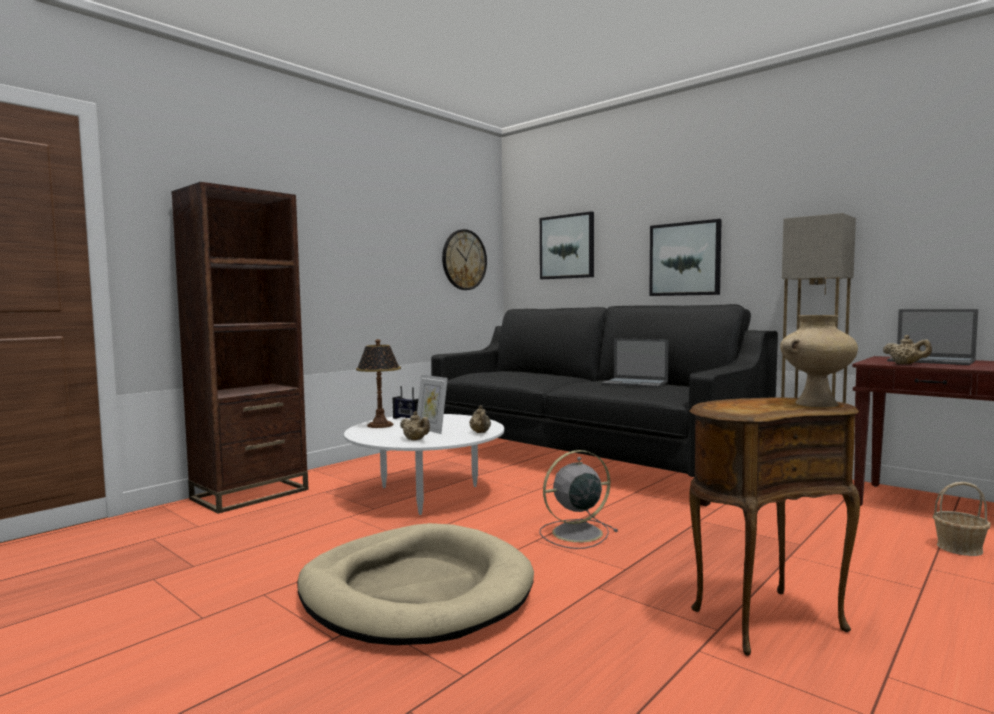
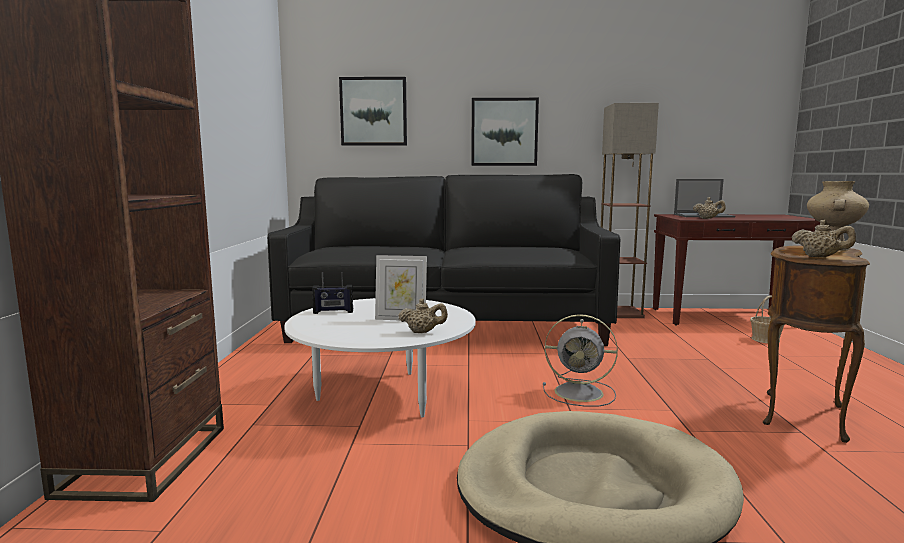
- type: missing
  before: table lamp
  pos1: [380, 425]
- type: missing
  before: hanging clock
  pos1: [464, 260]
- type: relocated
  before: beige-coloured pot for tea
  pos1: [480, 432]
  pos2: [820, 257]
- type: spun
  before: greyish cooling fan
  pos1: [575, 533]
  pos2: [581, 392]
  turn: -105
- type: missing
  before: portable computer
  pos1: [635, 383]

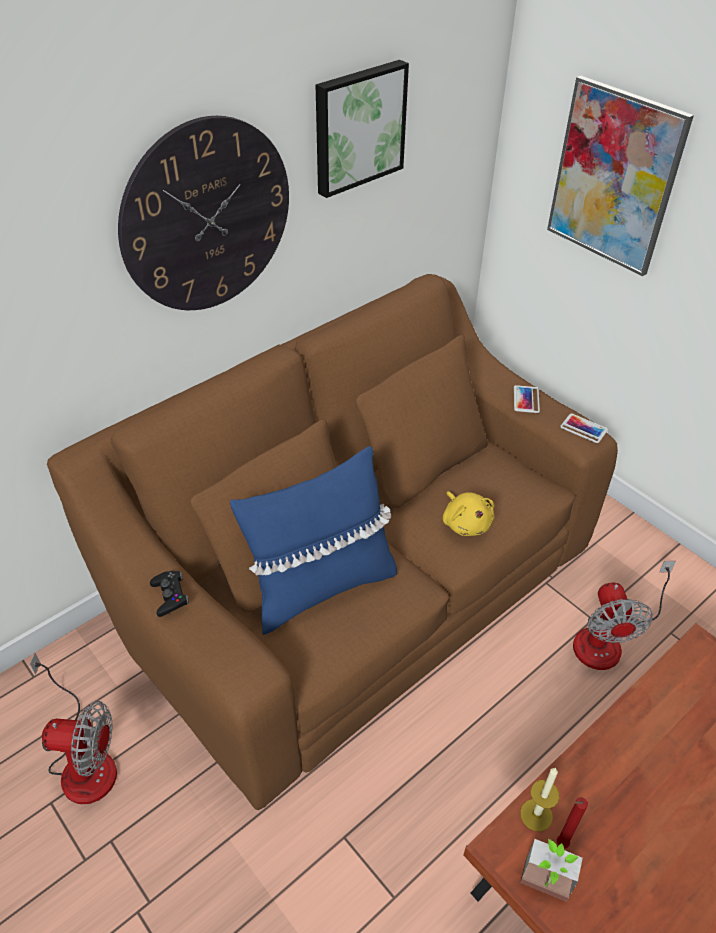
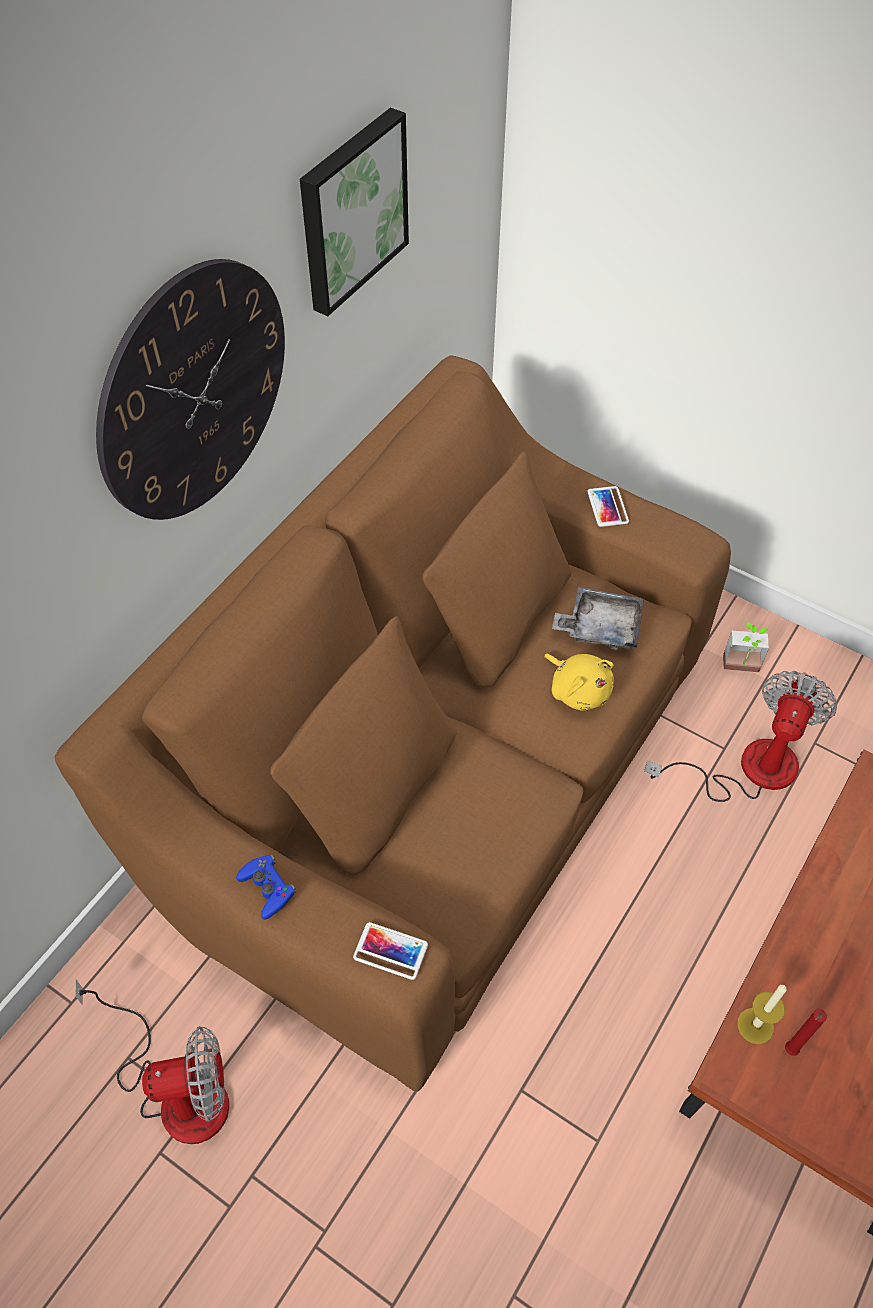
- type: colour
  before: blackish gamepad
  after: bluish gamepad
  pos1: [170, 596]
  pos2: [267, 888]
- type: missing
  before: bluish pillow
  pos1: [320, 587]
- type: relocated
  before: potted plant
  pos1: [543, 890]
  pos2: [741, 669]
- type: missing
  before: picture
  pos1: [614, 177]
- type: relocated
  before: phone
  pos1: [583, 428]
  pos2: [390, 951]
- type: spun
  before: cooling fan
  pos1: [608, 639]
  pos2: [748, 769]
  turn: -135
- type: appeared
  after: greyish carrying tray
  pos2: [600, 627]

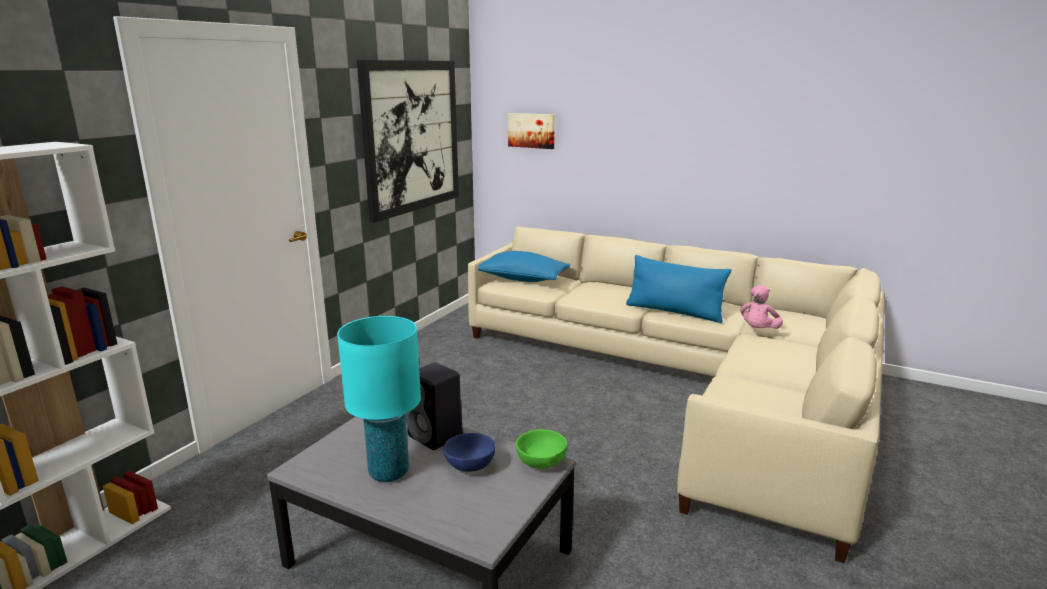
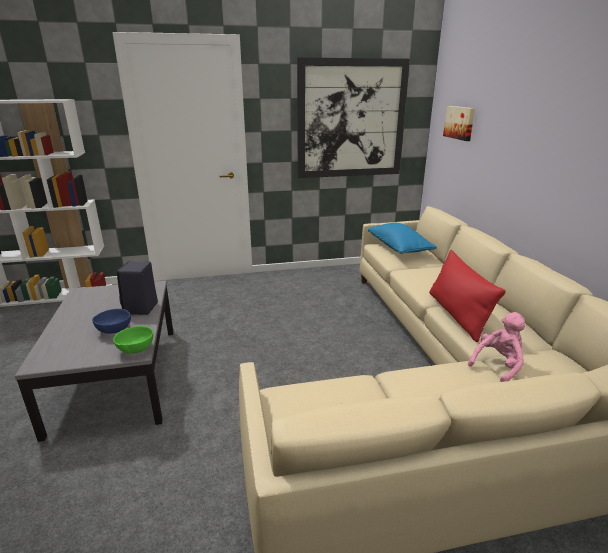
- type: missing
  before: turquoise-coloured table lamp
  pos1: [388, 472]
- type: colour
  before: bluish pillow
  after: red pillow
  pos1: [674, 312]
  pos2: [457, 314]
- type: spun
  before: pinkish plush toy
  pos1: [758, 331]
  pos2: [498, 366]
  turn: 150

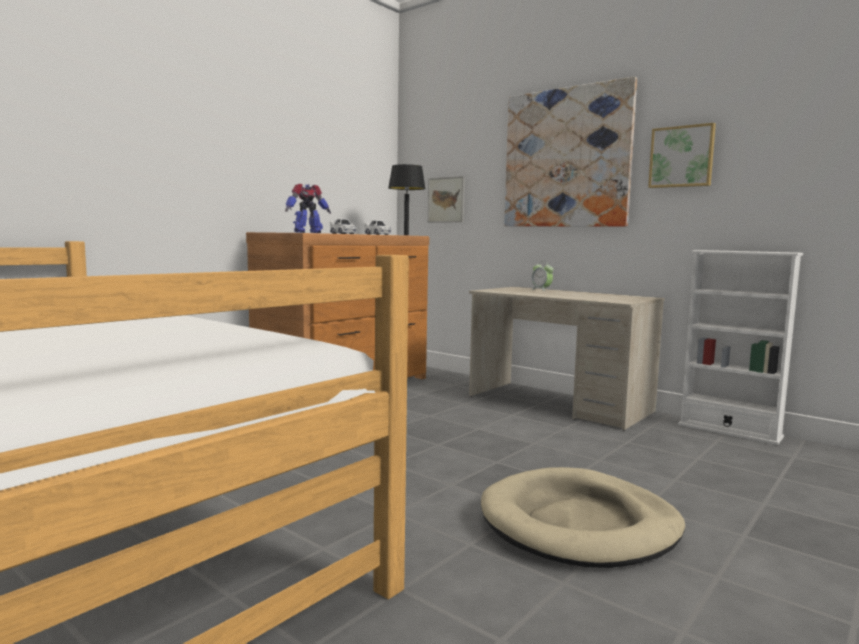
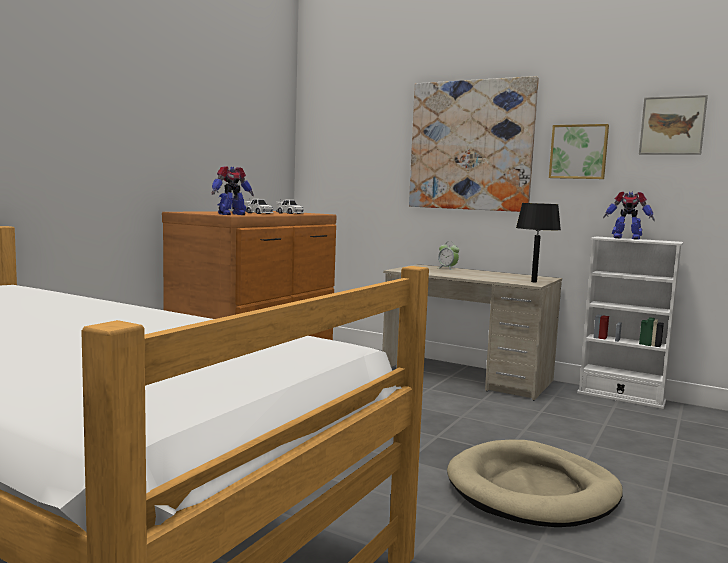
- type: relocated
  before: blackish table lamp
  pos1: [406, 235]
  pos2: [534, 282]
- type: relocated
  before: picture
  pos1: [446, 200]
  pos2: [672, 125]
- type: appeared
  after: robot figure
  pos2: [626, 238]

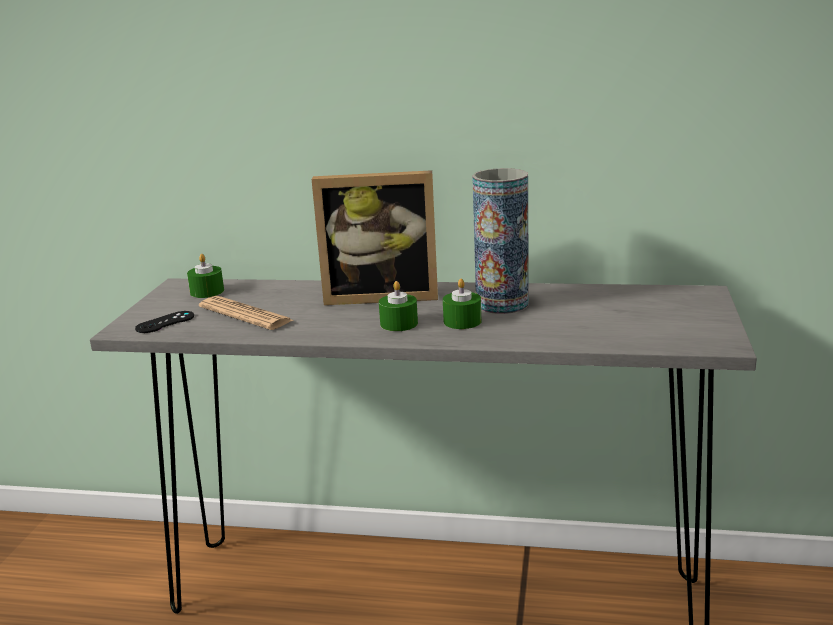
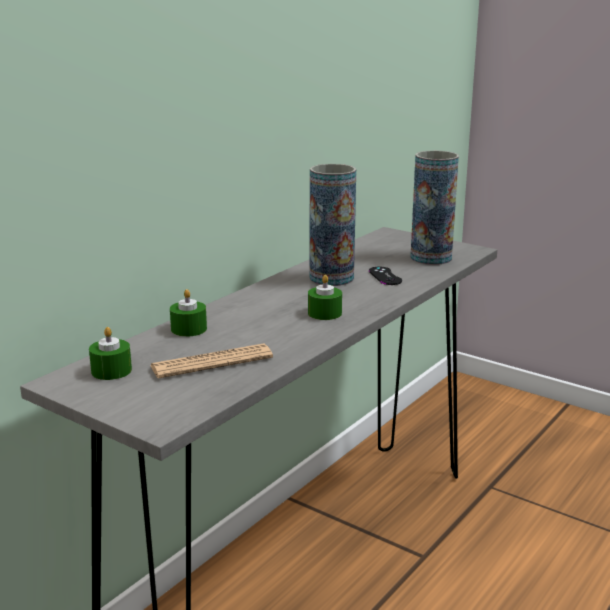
- type: relocated
  before: blackish gamepad
  pos1: [165, 322]
  pos2: [385, 276]
- type: missing
  before: photo frame
  pos1: [381, 295]
- type: relocated
  before: green-coloured candle
  pos1: [462, 321]
  pos2: [189, 329]
- type: appeared
  after: decorative vase
  pos2: [431, 258]

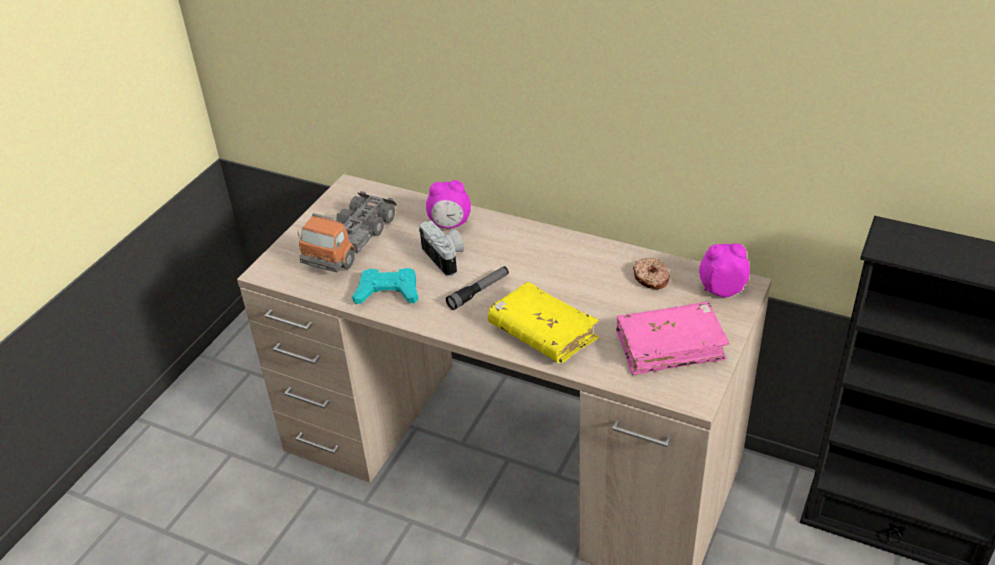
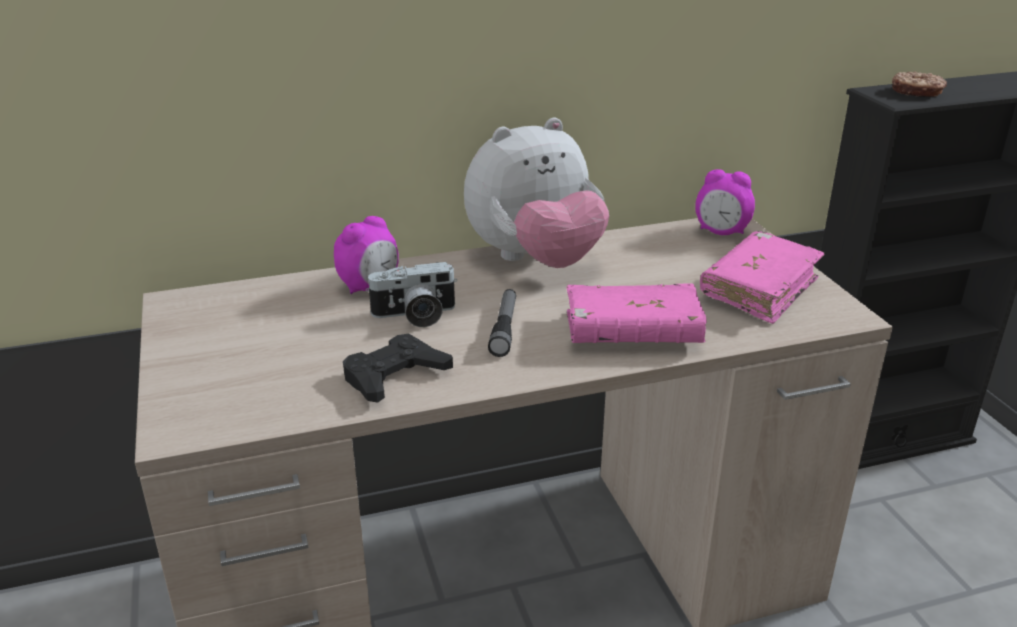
- type: missing
  before: toy lorry
  pos1: [351, 241]
- type: colour
  before: turquoise-coloured gamepad
  after: blackish gamepad
  pos1: [388, 292]
  pos2: [394, 376]
- type: spun
  before: still camera
  pos1: [446, 258]
  pos2: [415, 316]
  turn: 150
- type: colour
  before: yellow-coloured bound book
  after: pinkish bound book
  pos1: [542, 333]
  pos2: [632, 332]
- type: relocated
  before: donut
  pos1: [651, 279]
  pos2: [916, 92]
- type: spun
  before: table clock
  pos1: [722, 289]
  pos2: [721, 232]
  turn: -120
- type: appeared
  after: plush toy
  pos2: [535, 261]

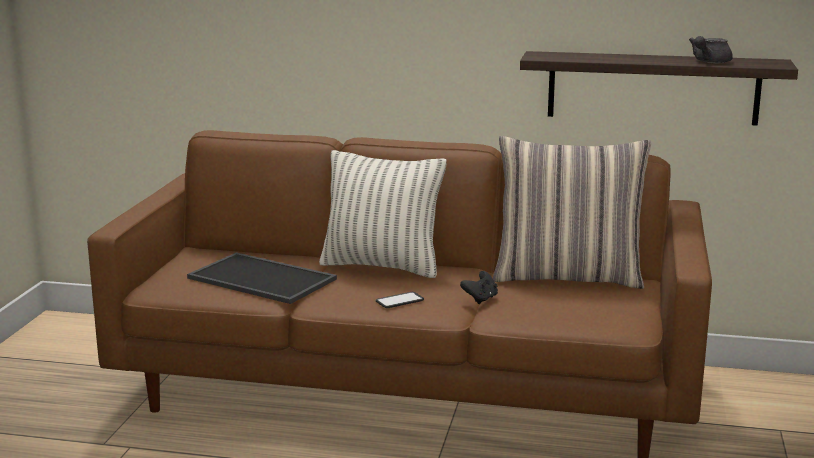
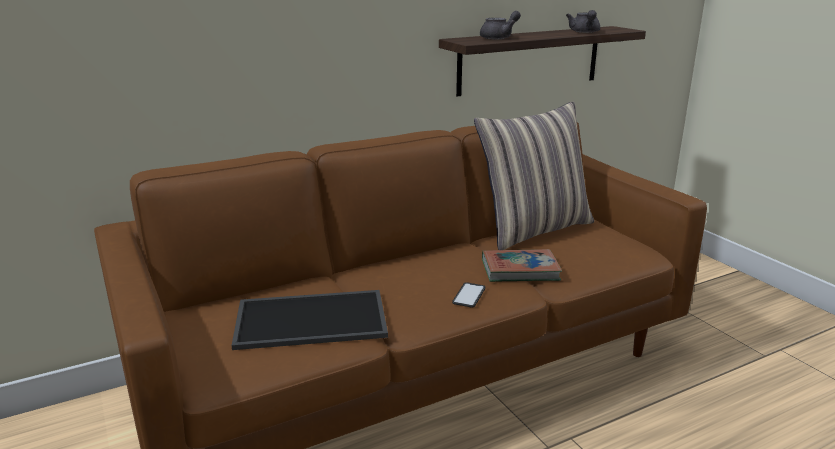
- type: missing
  before: pillow
  pos1: [382, 266]
- type: exchanged
  before: blackish gamepad
  after: bound book
  pos1: [480, 299]
  pos2: [520, 270]
- type: appeared
  after: greyish pot for tea
  pos2: [499, 37]

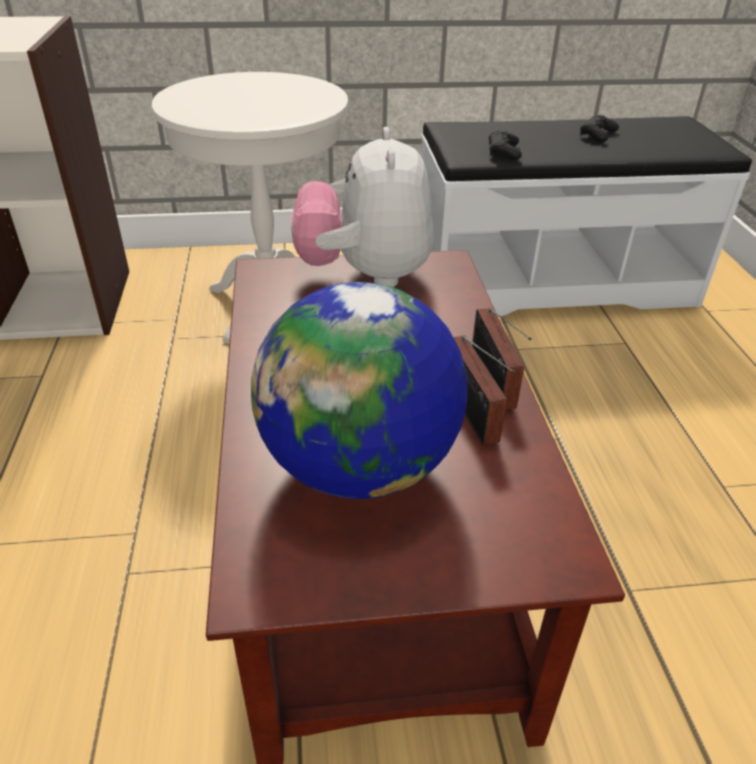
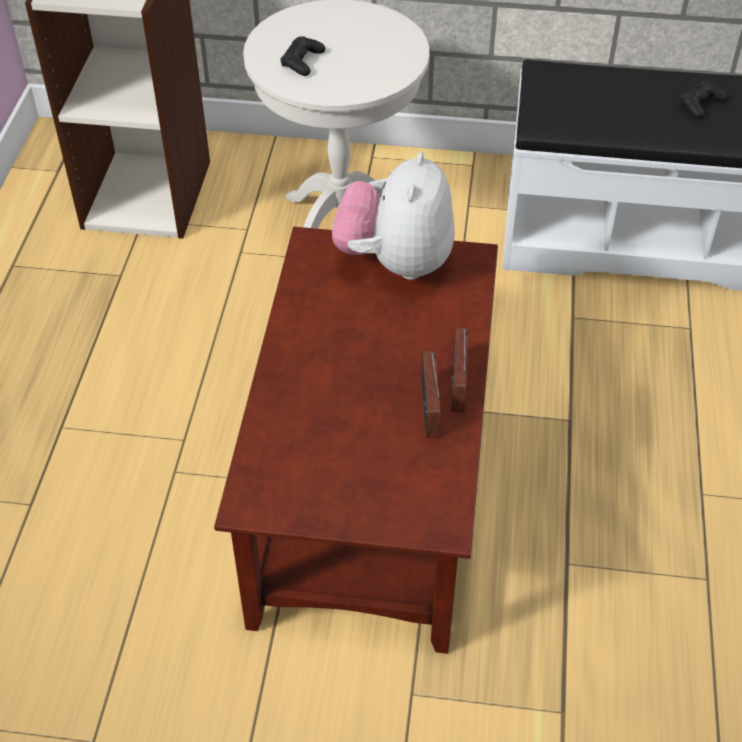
- type: missing
  before: desk globe
  pos1: [359, 467]
- type: relocated
  before: blackish gamepad
  pos1: [503, 151]
  pos2: [302, 62]

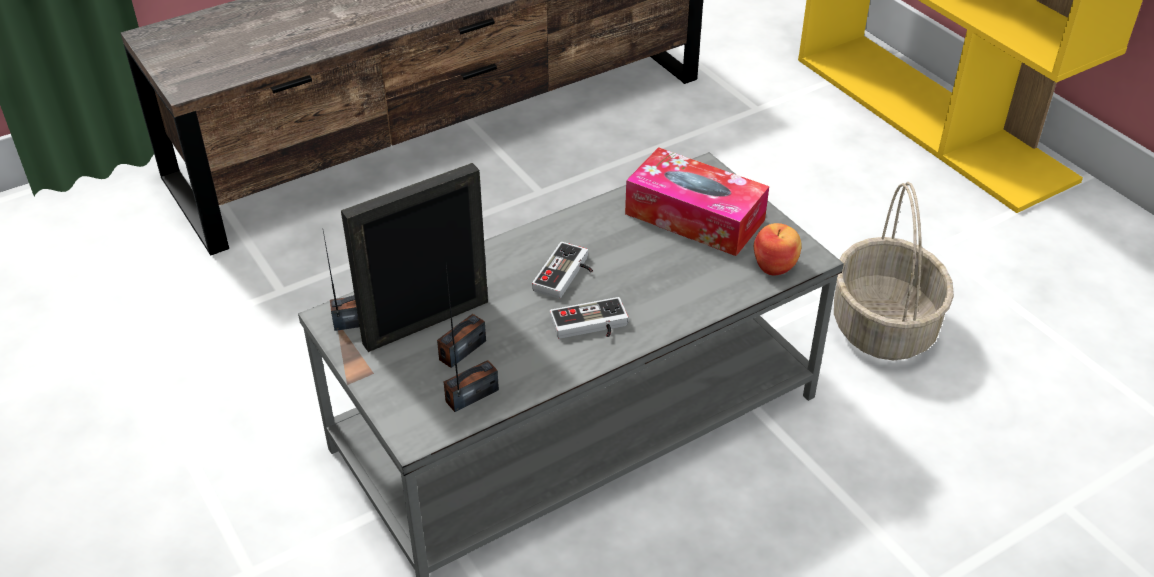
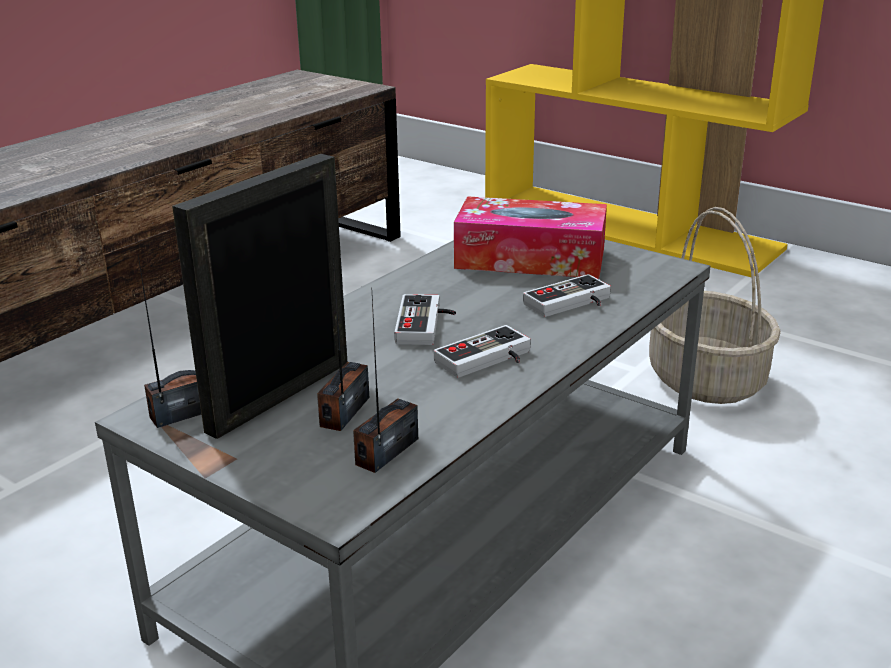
- type: missing
  before: apple fruit
  pos1: [775, 265]
- type: appeared
  after: gamepad
  pos2: [572, 304]

